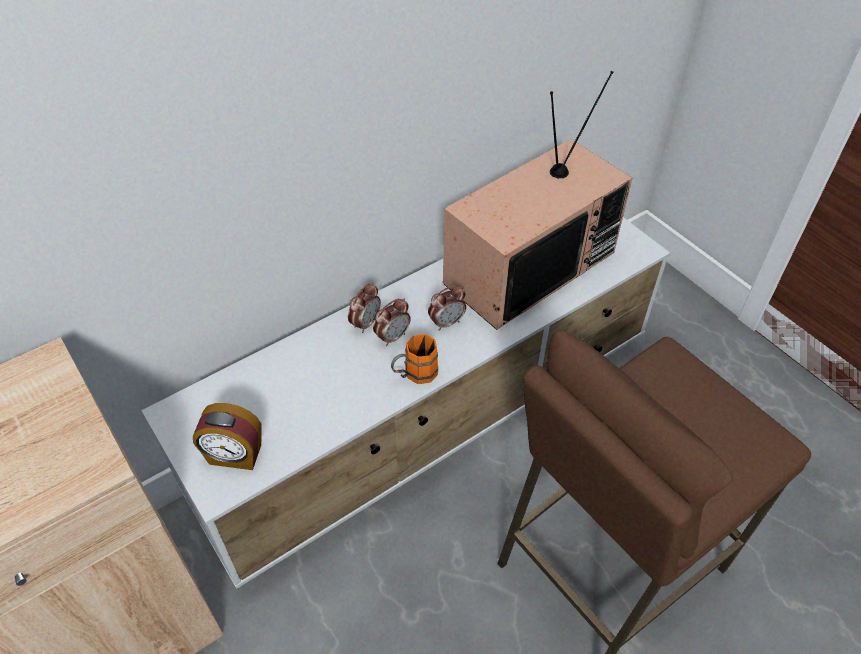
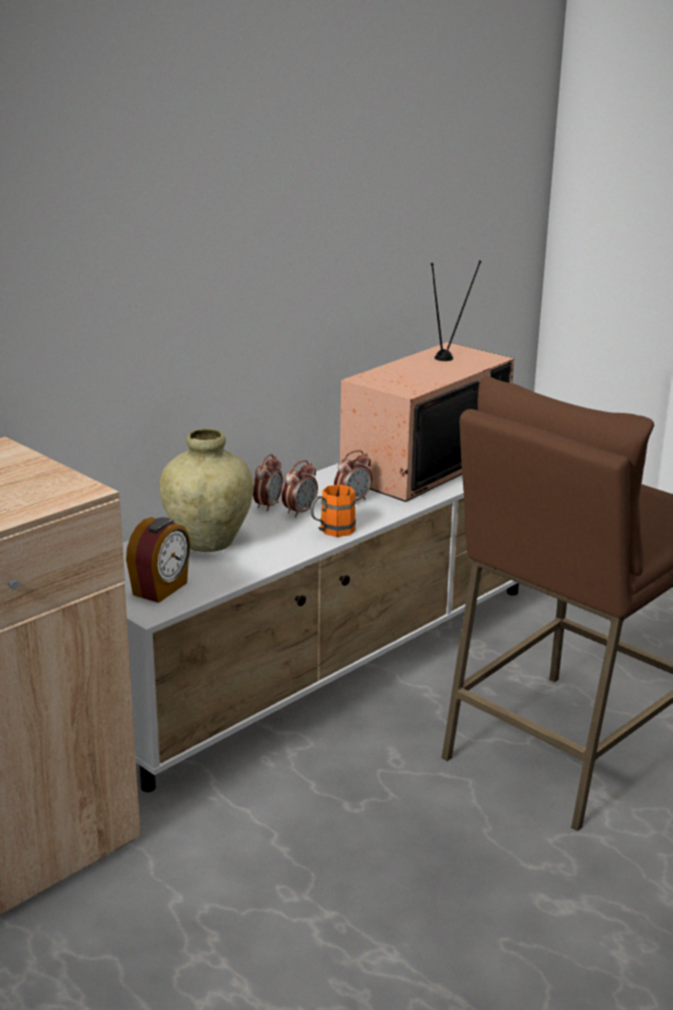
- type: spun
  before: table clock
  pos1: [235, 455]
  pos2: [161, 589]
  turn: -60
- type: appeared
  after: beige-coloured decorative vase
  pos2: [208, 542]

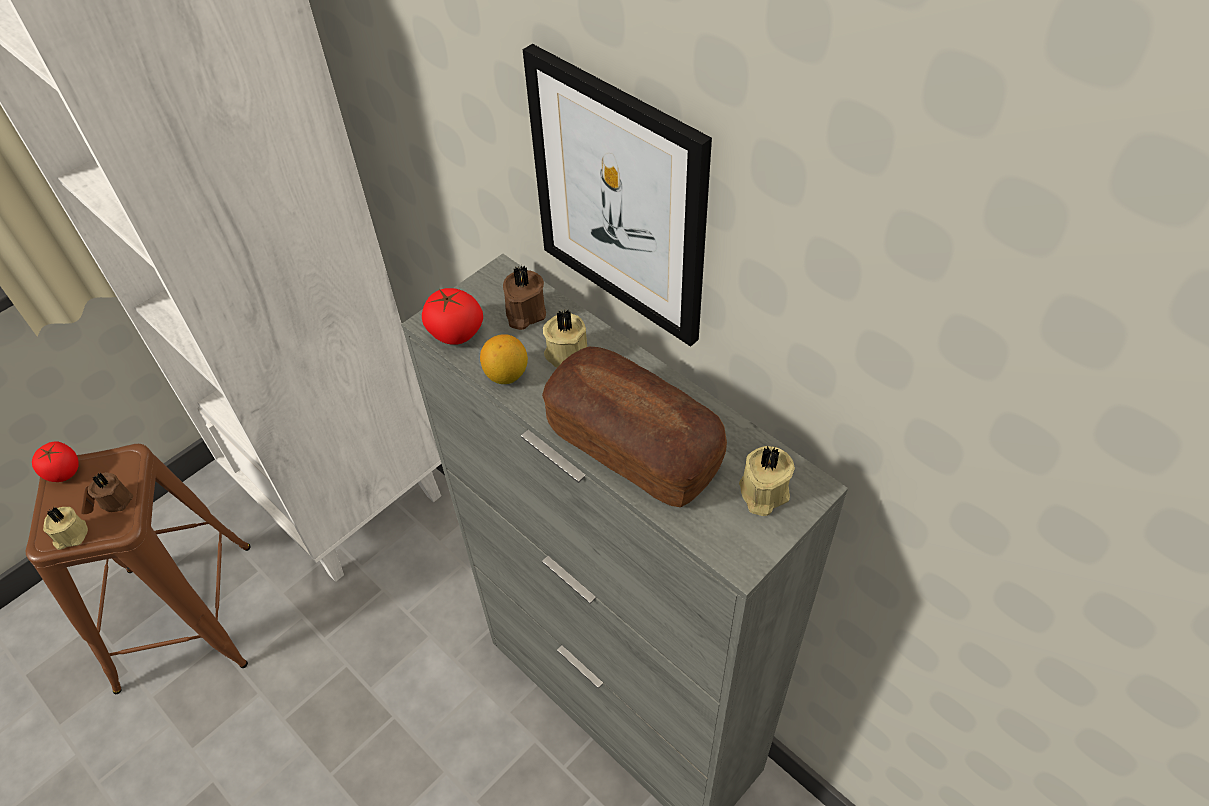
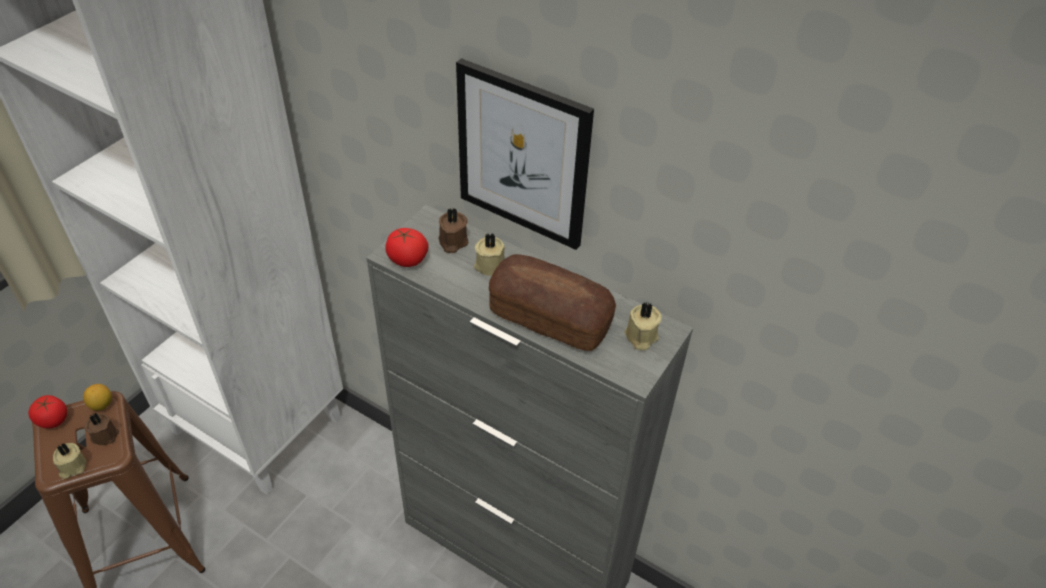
- type: relocated
  before: lemon
  pos1: [506, 375]
  pos2: [102, 405]

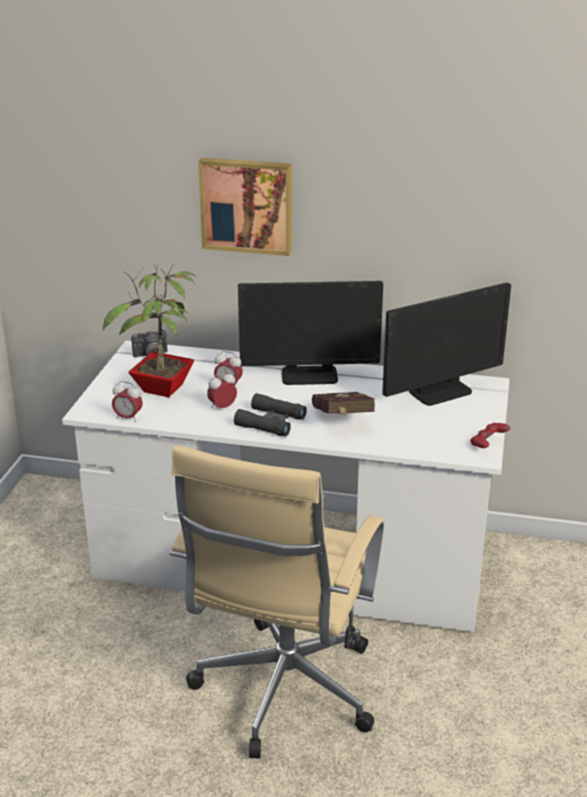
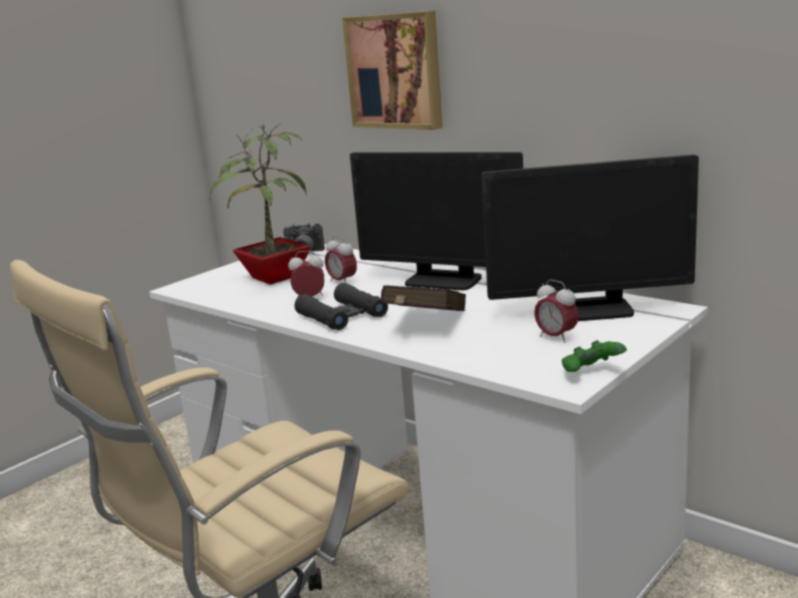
- type: relocated
  before: table clock
  pos1: [128, 418]
  pos2: [556, 337]
- type: colour
  before: red gamepad
  after: green-coloured gamepad
  pos1: [488, 445]
  pos2: [592, 373]

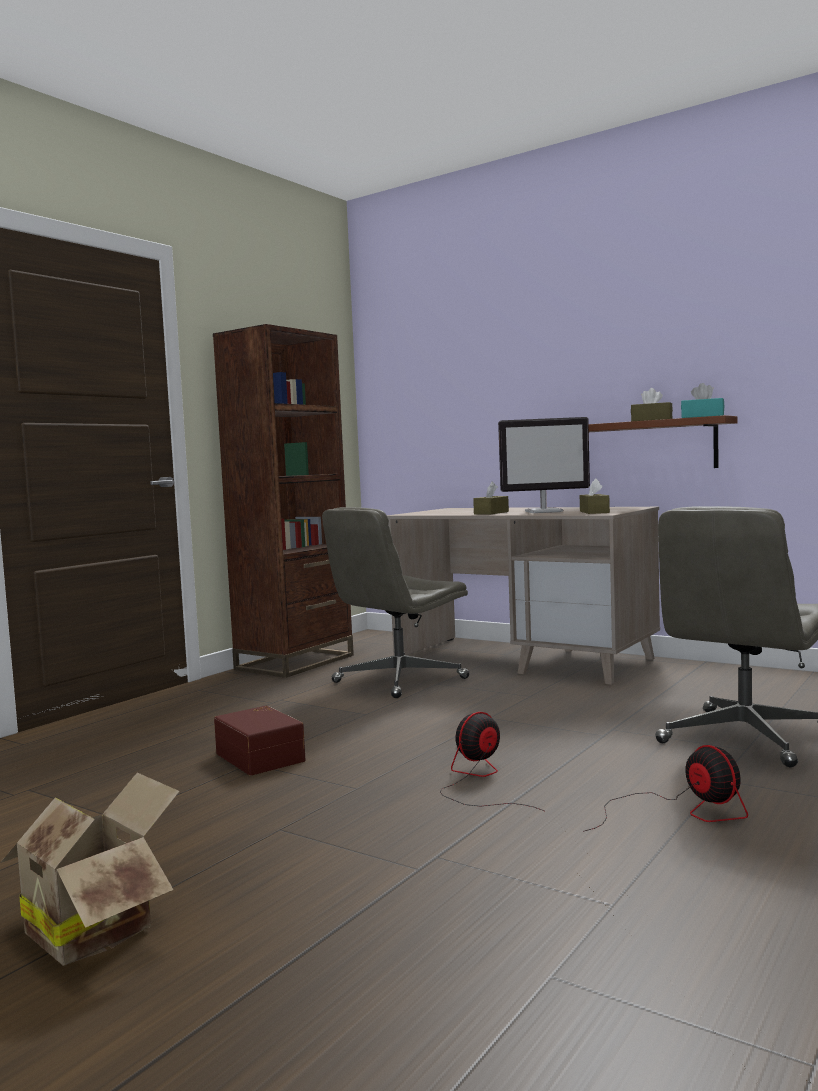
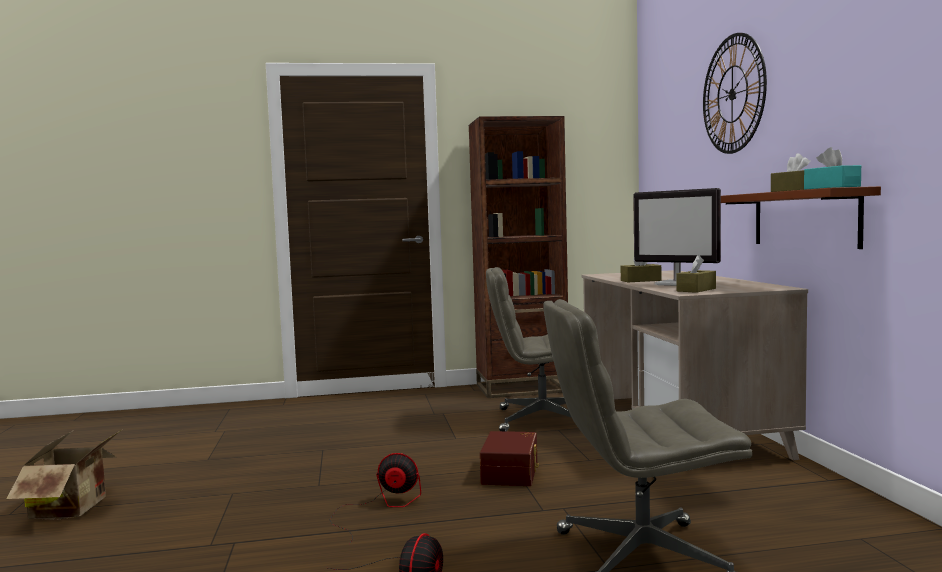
- type: relocated
  before: brown-coloured storage container
  pos1: [262, 756]
  pos2: [512, 472]
- type: appeared
  after: hanging clock
  pos2: [732, 94]

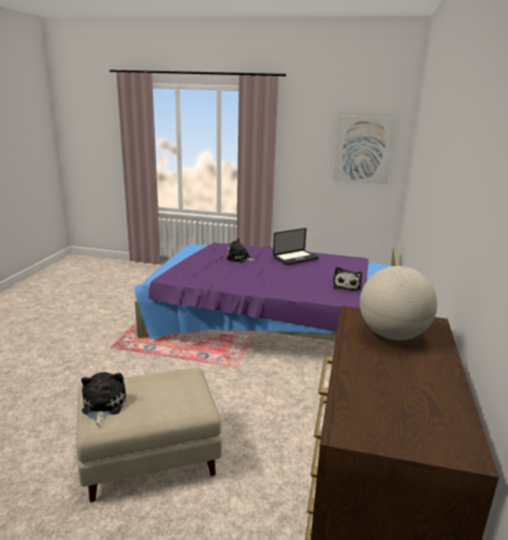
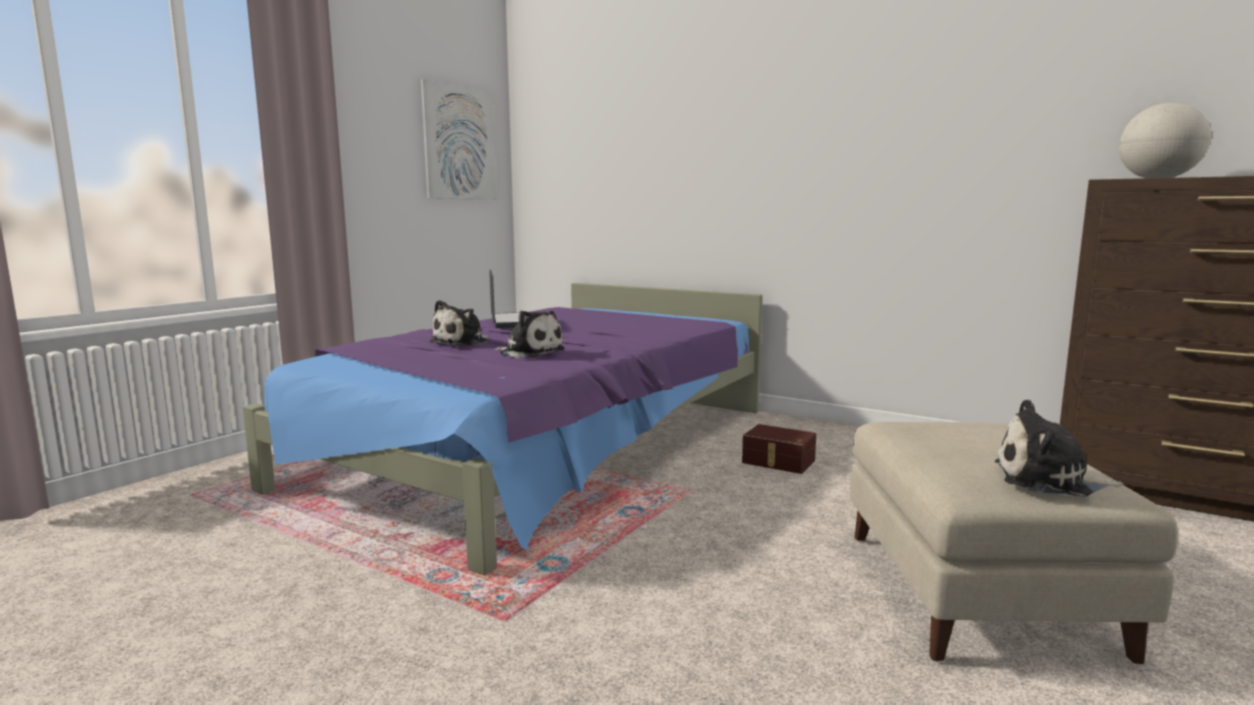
- type: relocated
  before: plush toy
  pos1: [346, 286]
  pos2: [529, 352]
- type: appeared
  after: brown-coloured storage container
  pos2: [778, 462]

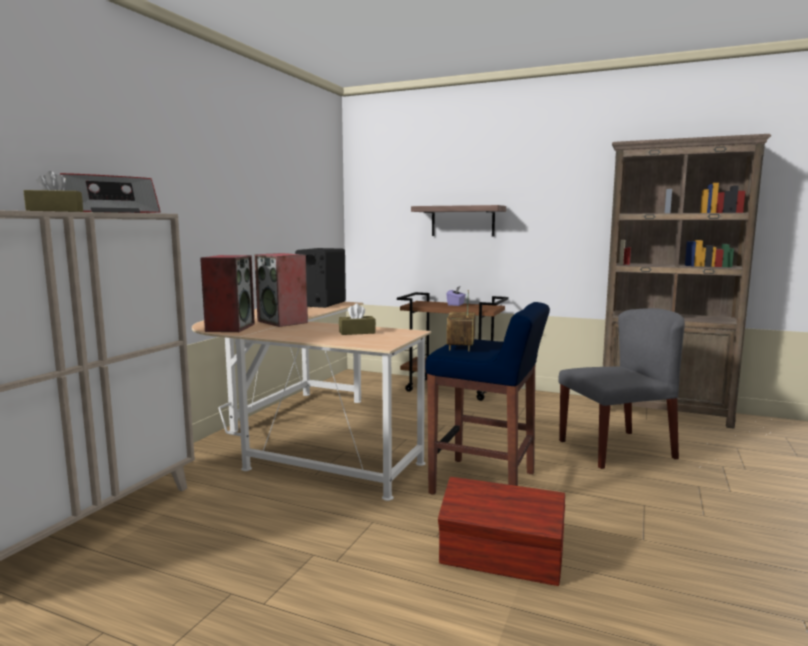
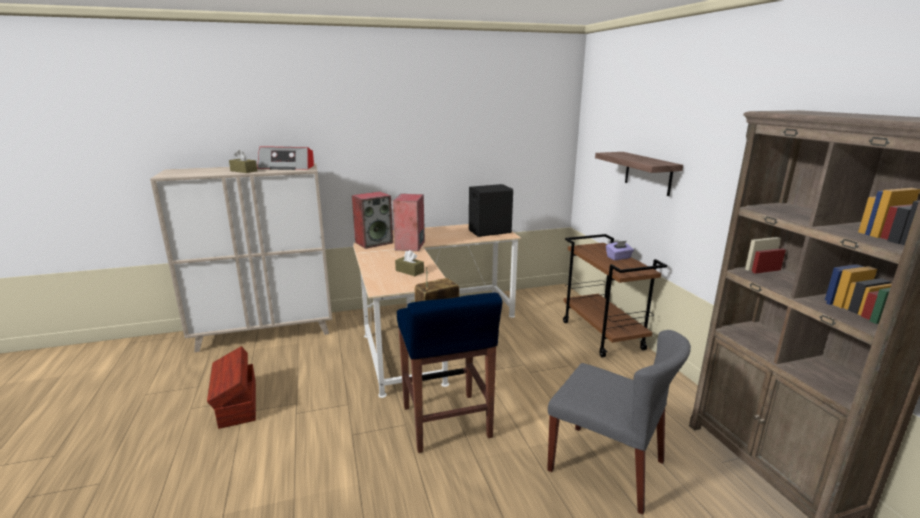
- type: relocated
  before: brown-coloured storage container
  pos1: [502, 560]
  pos2: [236, 404]

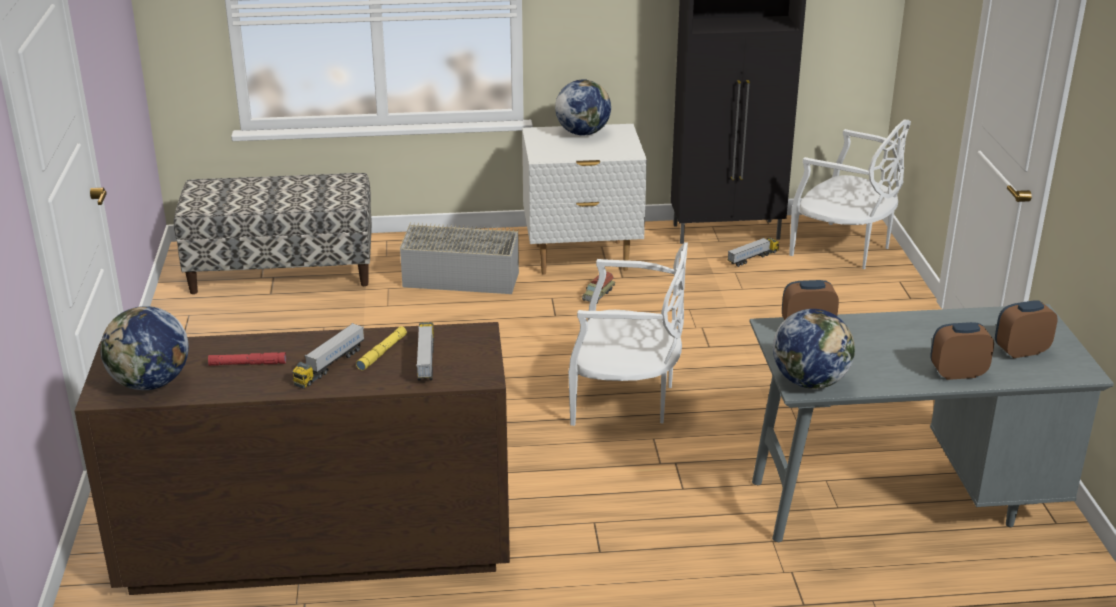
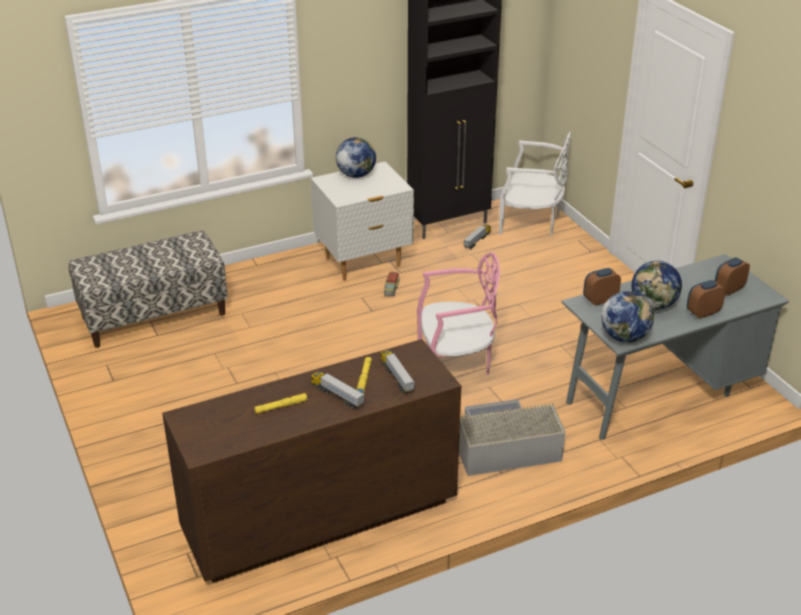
- type: relocated
  before: desk globe
  pos1: [151, 383]
  pos2: [653, 305]
- type: colour
  before: red flashlight
  after: yellow-coloured flashlight
  pos1: [247, 364]
  pos2: [281, 406]
- type: spun
  before: toy lorry
  pos1: [329, 366]
  pos2: [337, 395]
  turn: 120
- type: relocated
  before: greyish storage container
  pos1: [461, 273]
  pos2: [503, 447]
- type: colour
  before: whitish upright chair
  after: pinkish upright chair
  pos1: [625, 400]
  pos2: [455, 364]

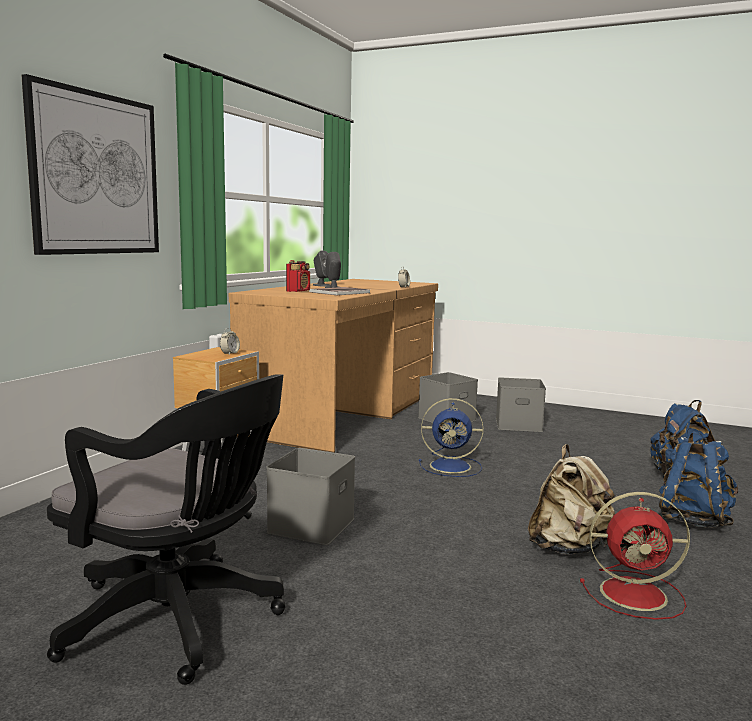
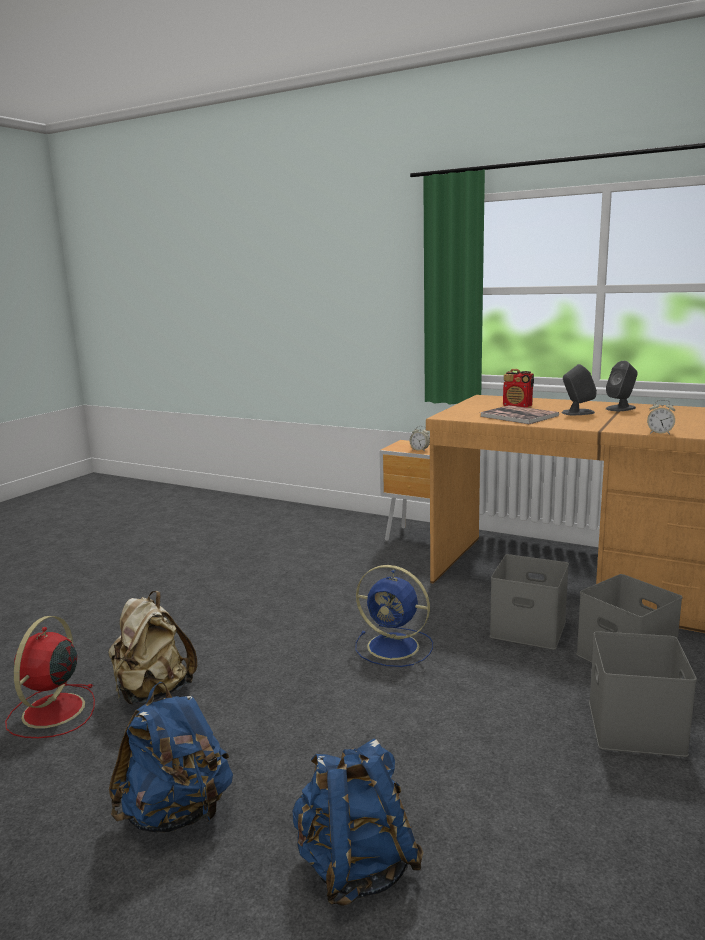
- type: missing
  before: picture
  pos1: [96, 174]
- type: missing
  before: blackish desk chair
  pos1: [180, 621]
- type: relocated
  before: greyish storage container
  pos1: [310, 524]
  pos2: [530, 628]
- type: spun
  before: bluish cooling fan
  pos1: [452, 466]
  pos2: [395, 647]
  turn: -75

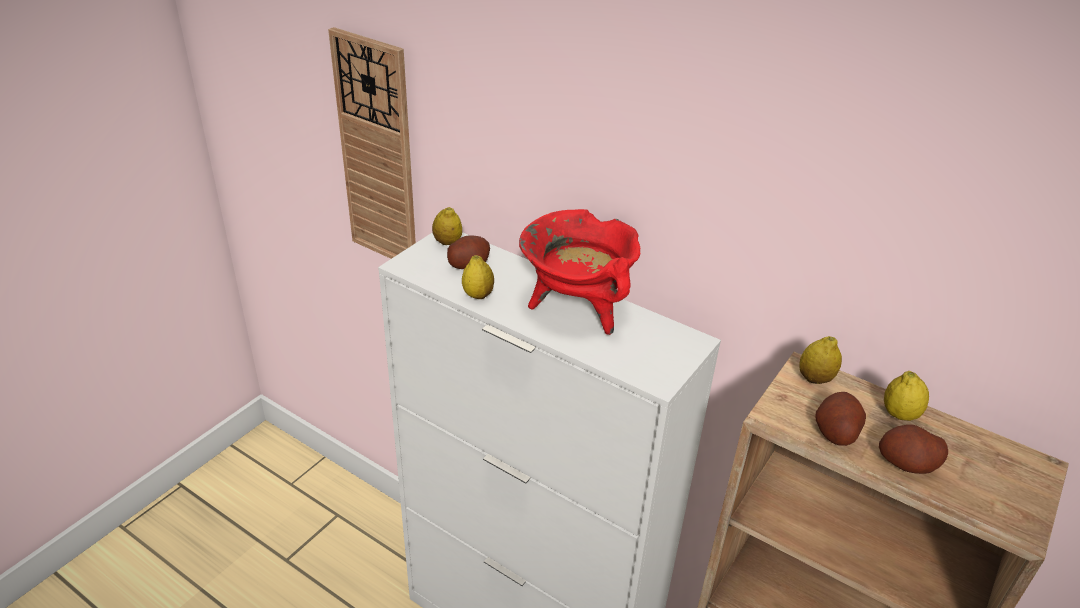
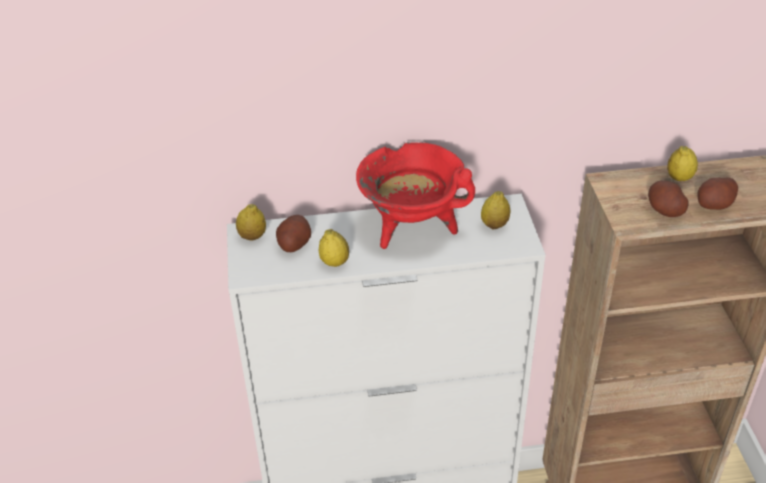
- type: missing
  before: hanging clock
  pos1: [378, 153]
- type: relocated
  before: lemon
  pos1: [815, 379]
  pos2: [494, 225]

